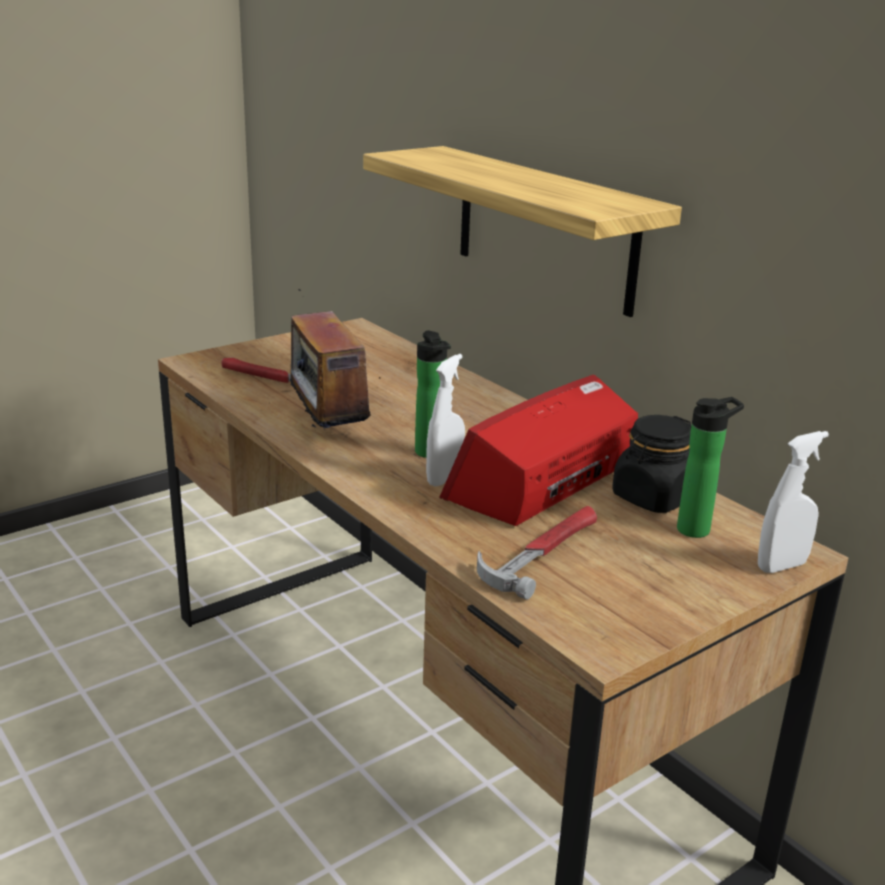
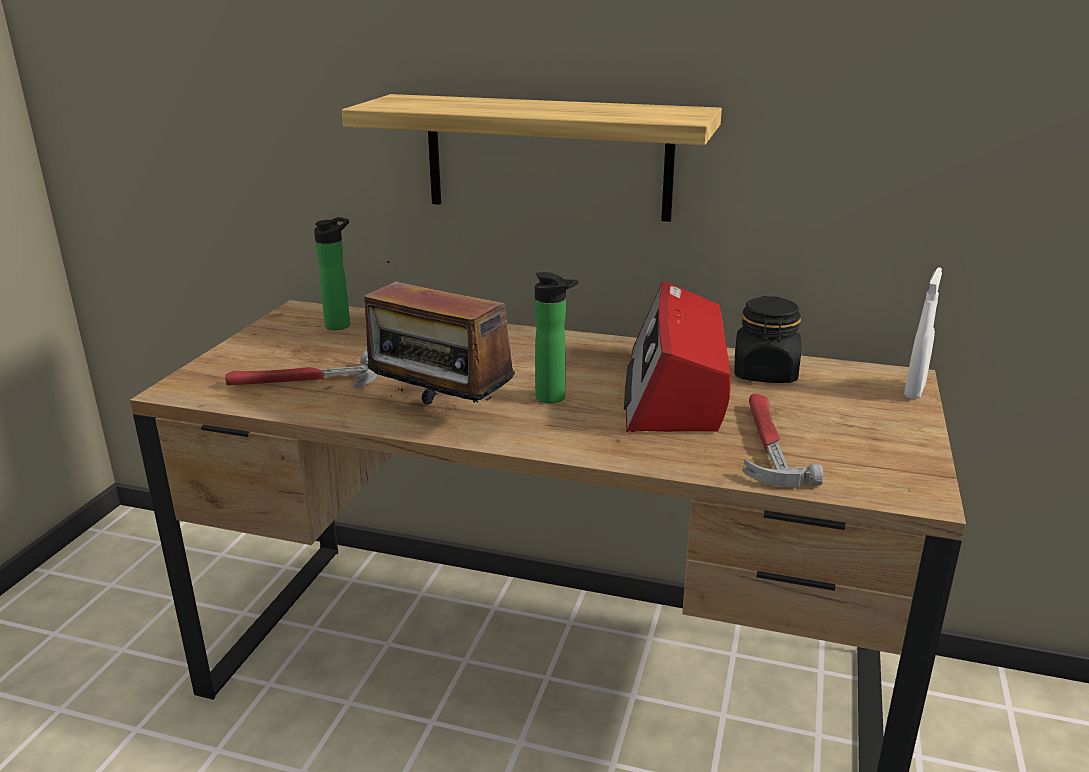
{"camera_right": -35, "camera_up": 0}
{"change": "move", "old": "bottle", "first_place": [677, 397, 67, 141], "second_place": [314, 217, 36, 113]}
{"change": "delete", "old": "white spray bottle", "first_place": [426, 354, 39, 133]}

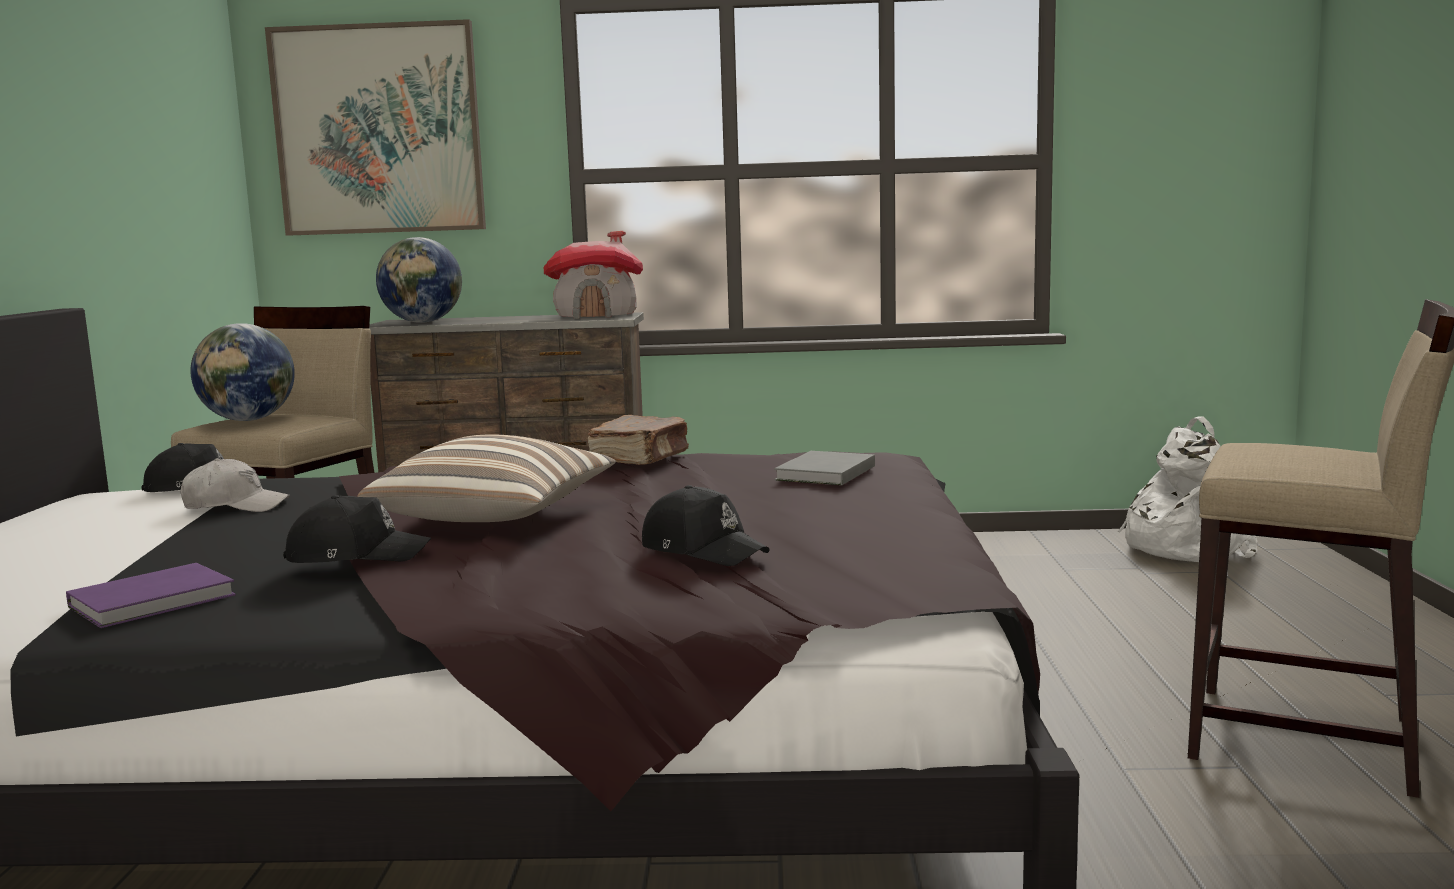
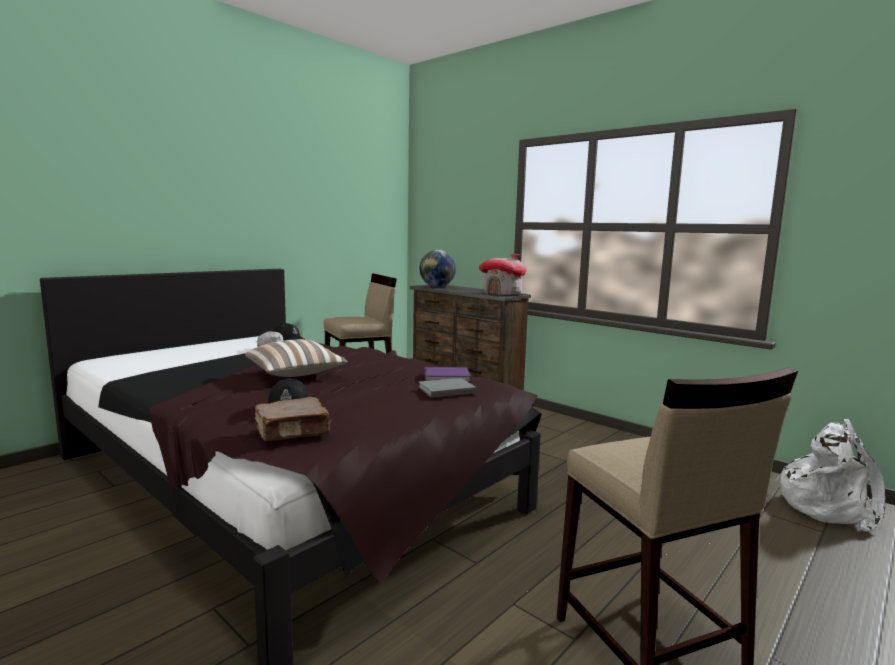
{"camera_right": 40, "camera_up": 0}
{"change": "move", "old": "brown book", "first_place": [588, 415, 101, 50], "second_place": [255, 397, 76, 44]}
{"change": "move", "old": "purple book", "first_place": [66, 563, 170, 65], "second_place": [424, 367, 47, 15]}
{"change": "delete", "old": "globe", "first_place": [190, 323, 105, 98]}
{"change": "delete", "old": "picture", "first_place": [265, 19, 221, 217]}
{"change": "delete", "old": "black cap", "first_place": [283, 495, 148, 68]}

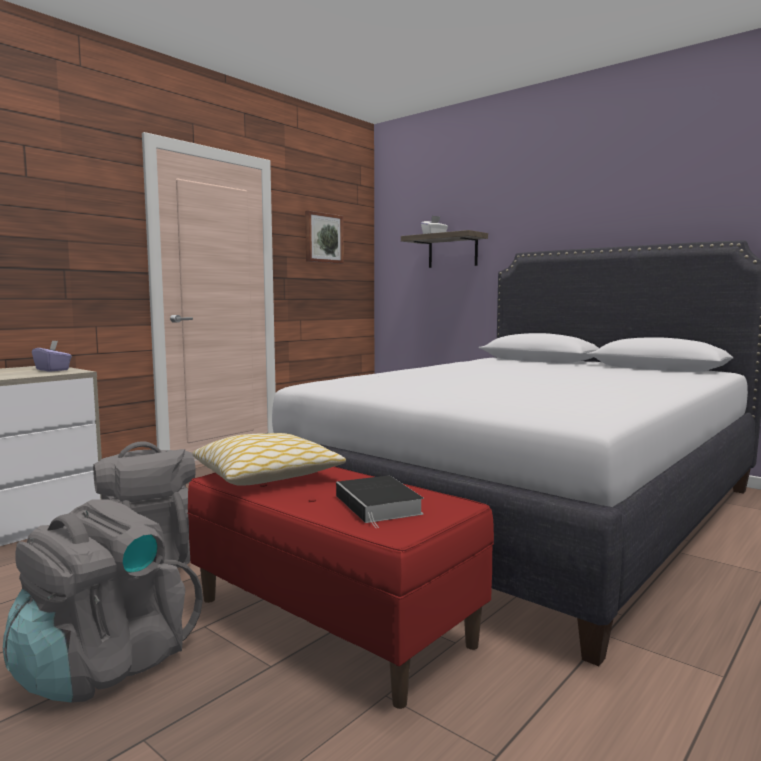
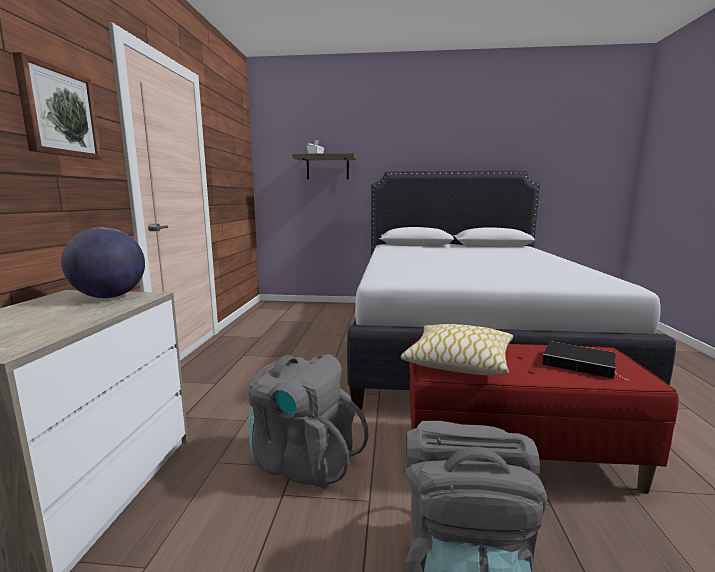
{"camera_right": -35, "camera_up": 5}
{"change": "move", "old": "picture", "first_place": [305, 211, 39, 53], "second_place": [13, 52, 89, 107]}
{"change": "replace", "old": "purple tissue box", "new": "globe", "first_place": [32, 340, 40, 32], "second_place": [61, 227, 84, 71]}

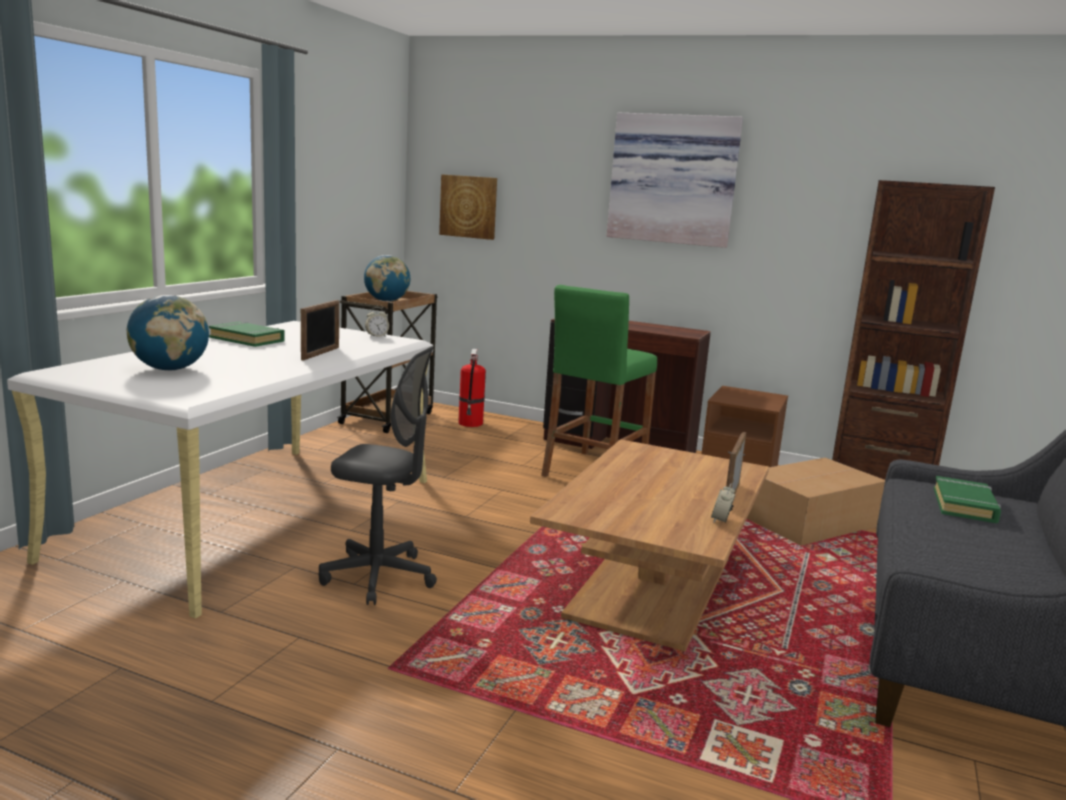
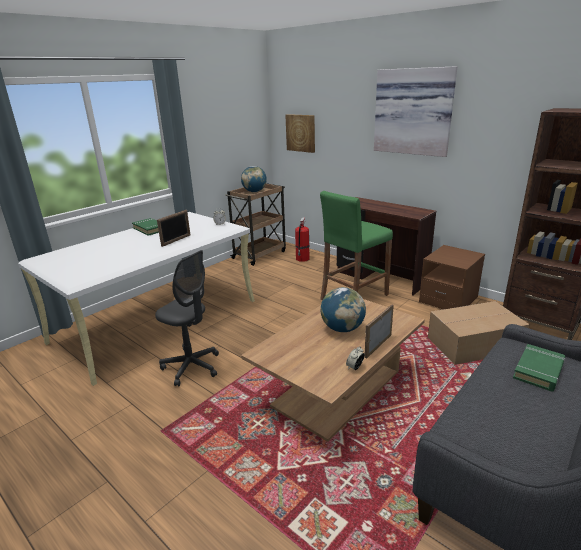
{"camera_right": 20, "camera_up": 10}
{"change": "move", "old": "globe", "first_place": [127, 295, 82, 76], "second_place": [321, 287, 45, 45]}

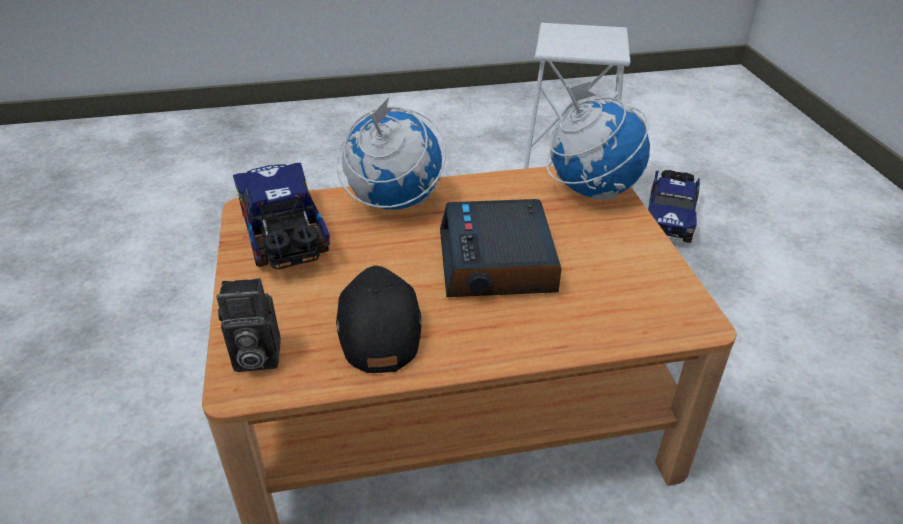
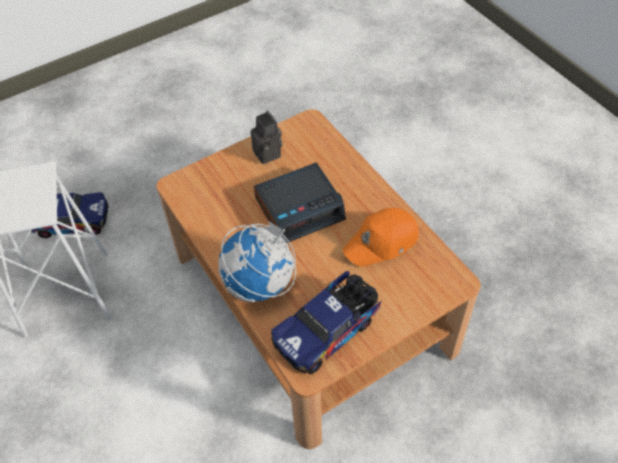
{"camera_right": -110, "camera_up": 15}
{"change": "move", "old": "photo camera", "first_place": [216, 278, 65, 94], "second_place": [251, 110, 32, 54]}
{"change": "recolor", "old": "black cap", "new": "orange cap", "first_place": [336, 265, 85, 108], "second_place": [343, 208, 76, 59]}
{"change": "delete", "old": "globe", "first_place": [546, 81, 104, 119]}

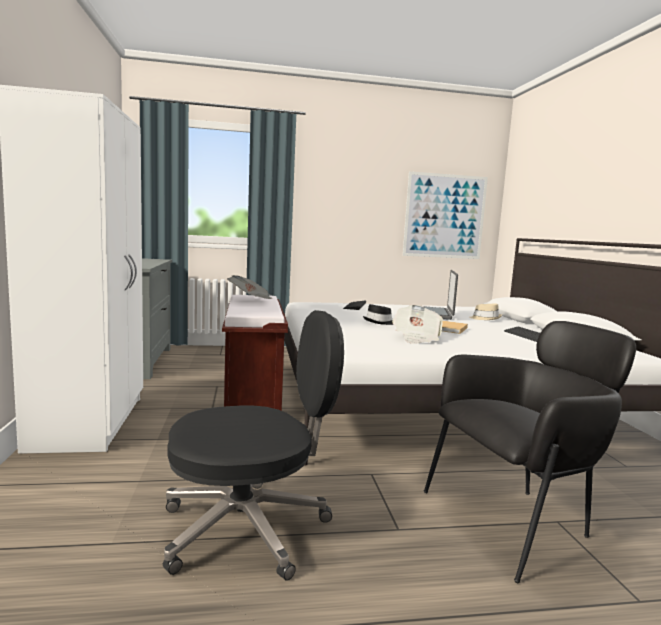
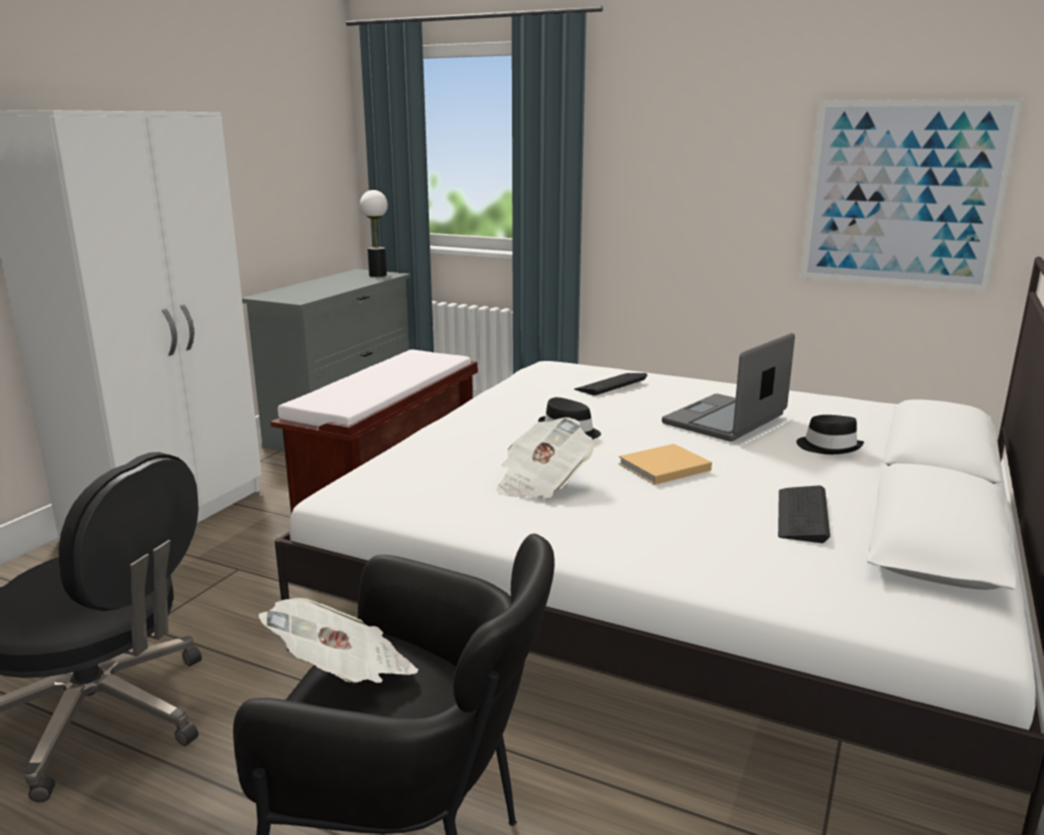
{"camera_right": 35, "camera_up": 10}
{"change": "move", "old": "newspaper", "first_place": [227, 275, 46, 24], "second_place": [258, 598, 160, 85]}
{"change": "insert", "new": "table lamp", "second_place": [360, 190, 28, 87]}
{"change": "recolor", "old": "beige hat", "new": "black hat", "first_place": [469, 304, 33, 16], "second_place": [796, 415, 68, 39]}

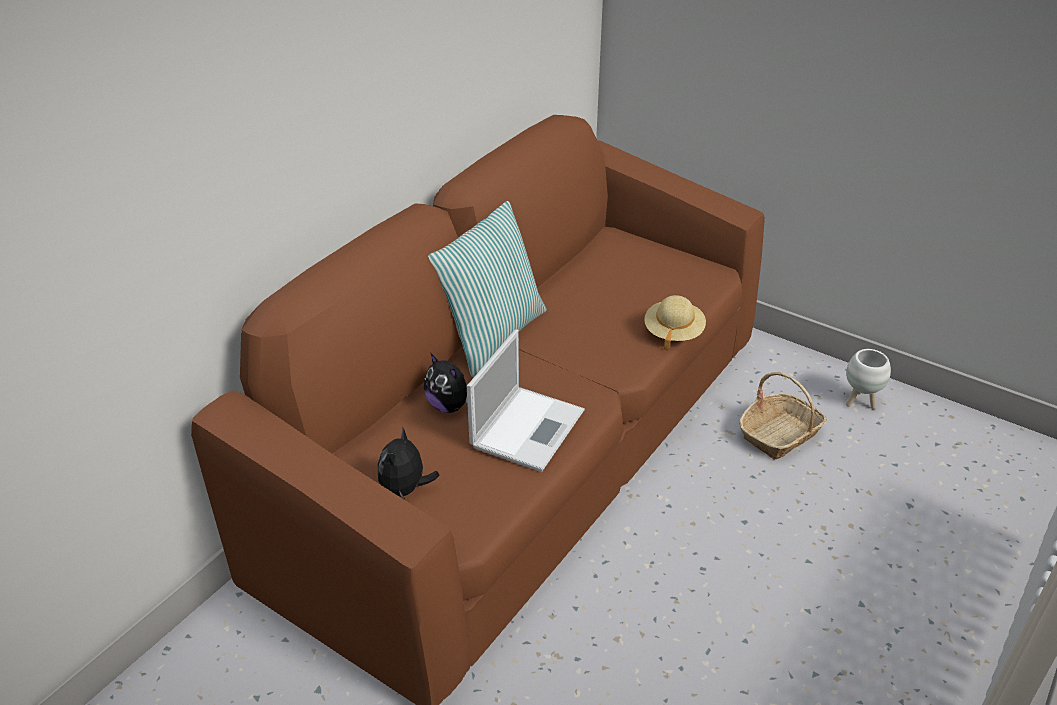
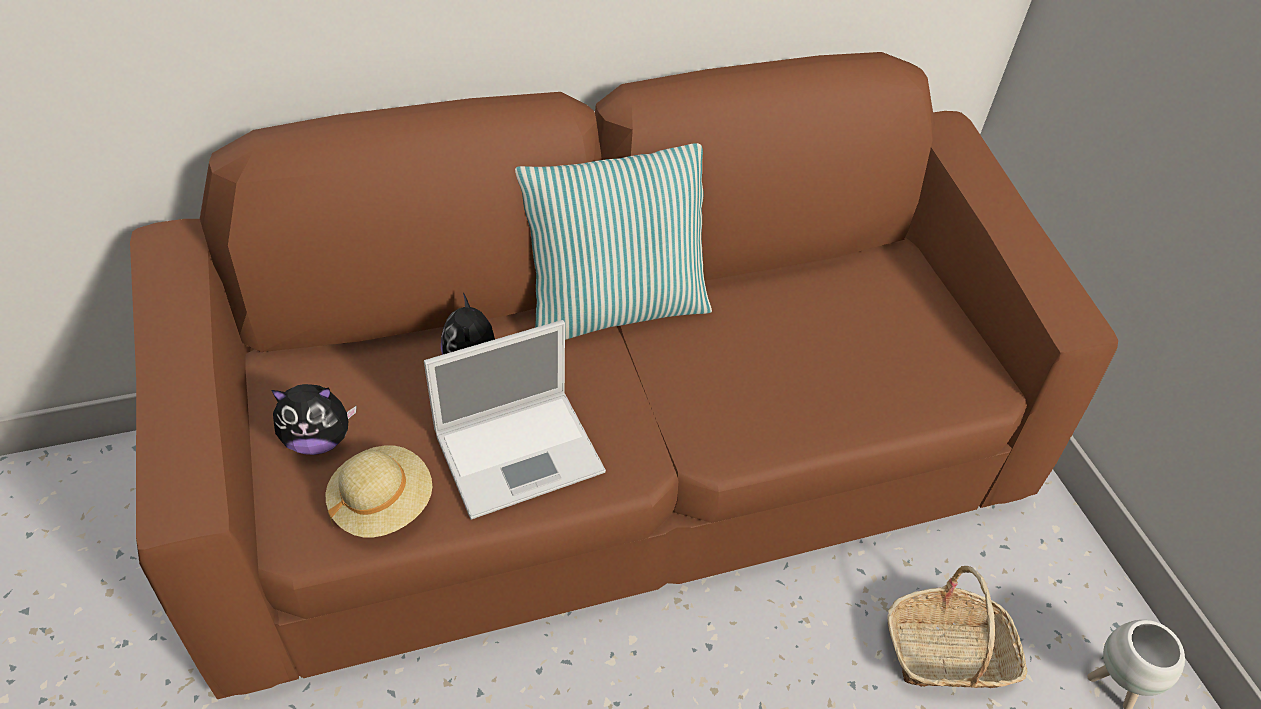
{"camera_right": 35, "camera_up": 10}
{"change": "rotate", "old": "plush toy", "first_place": [377, 427, 62, 73], "second_place": [271, 384, 86, 71], "degrees": -150}
{"change": "move", "old": "beige hat", "first_place": [645, 295, 61, 56], "second_place": [326, 445, 106, 92]}

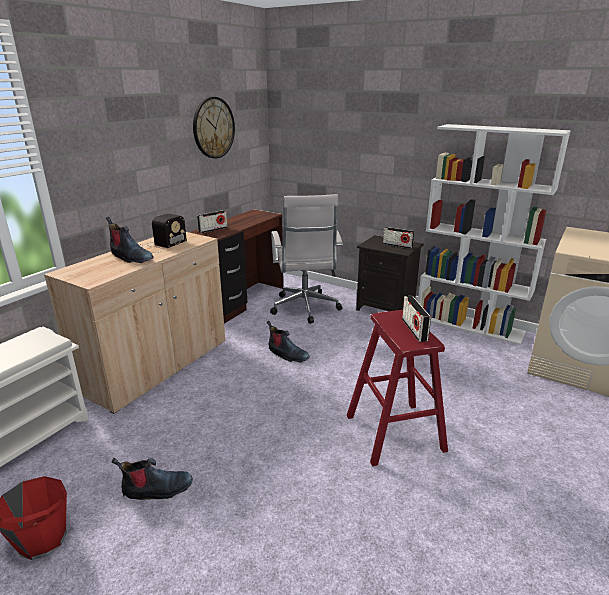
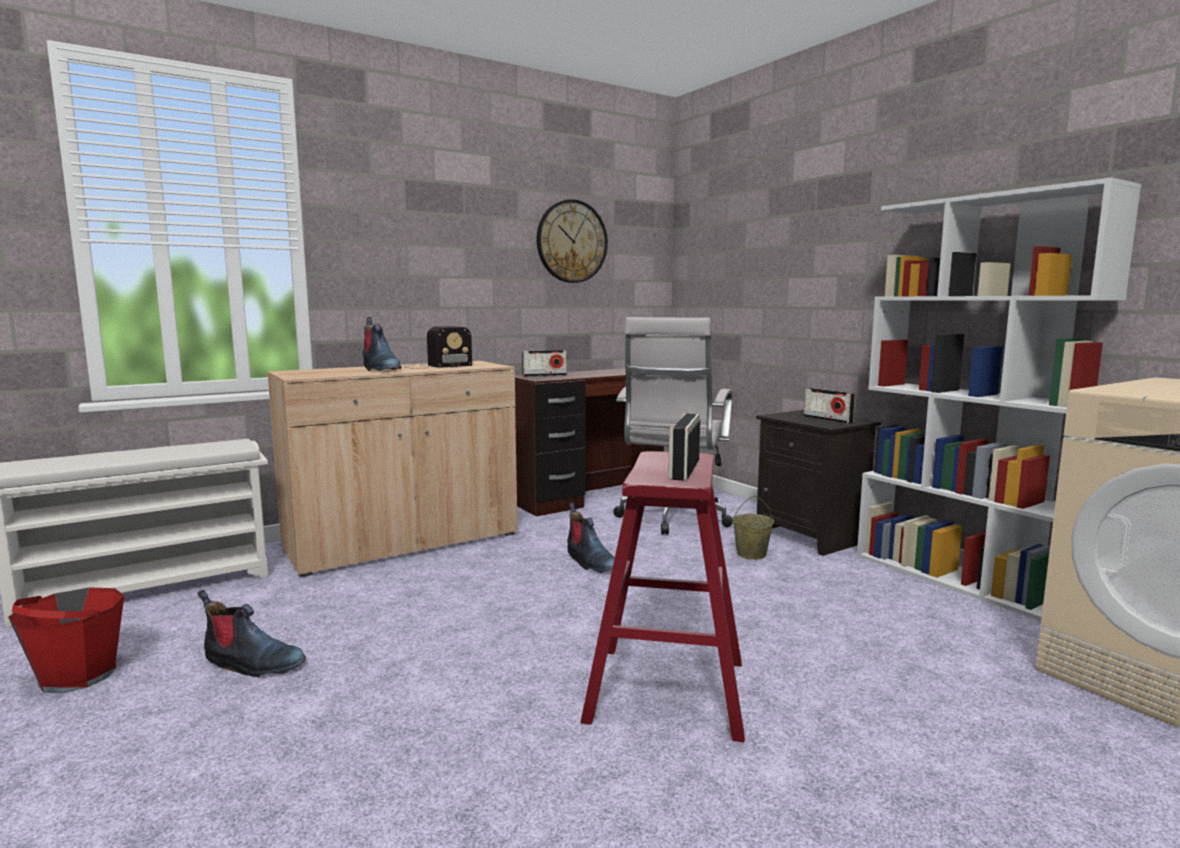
{"camera_right": 25, "camera_up": -15}
{"change": "insert", "new": "beige bucket", "second_place": [732, 496, 42, 64]}

